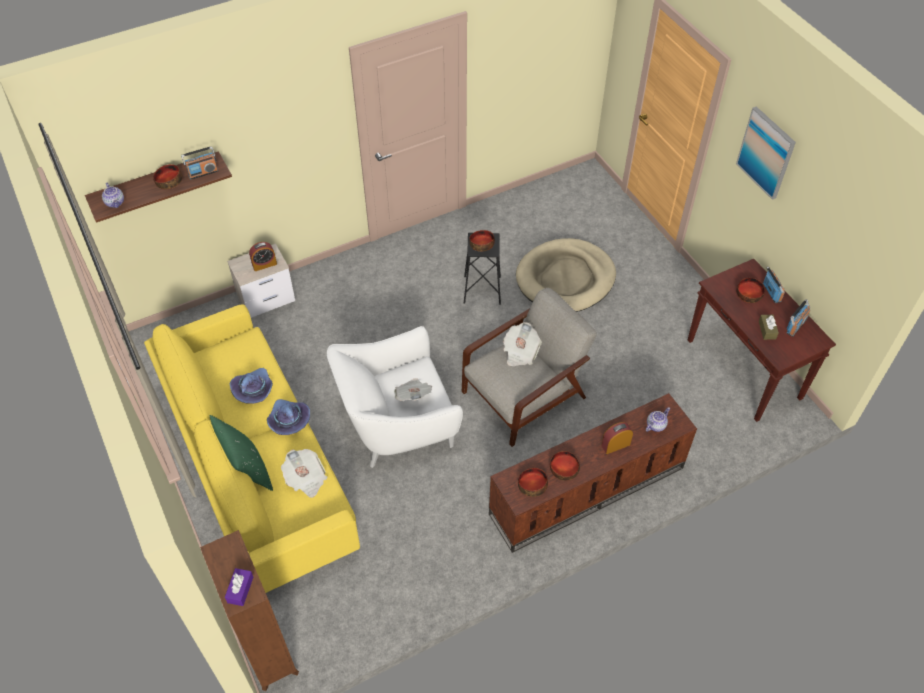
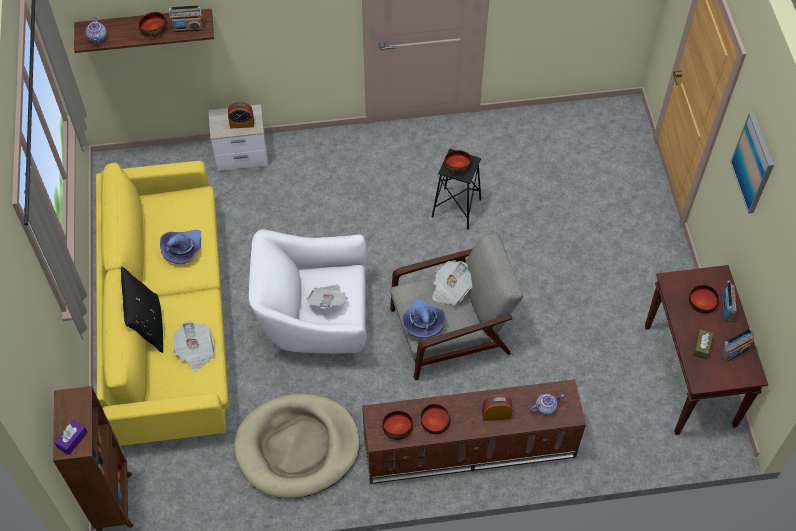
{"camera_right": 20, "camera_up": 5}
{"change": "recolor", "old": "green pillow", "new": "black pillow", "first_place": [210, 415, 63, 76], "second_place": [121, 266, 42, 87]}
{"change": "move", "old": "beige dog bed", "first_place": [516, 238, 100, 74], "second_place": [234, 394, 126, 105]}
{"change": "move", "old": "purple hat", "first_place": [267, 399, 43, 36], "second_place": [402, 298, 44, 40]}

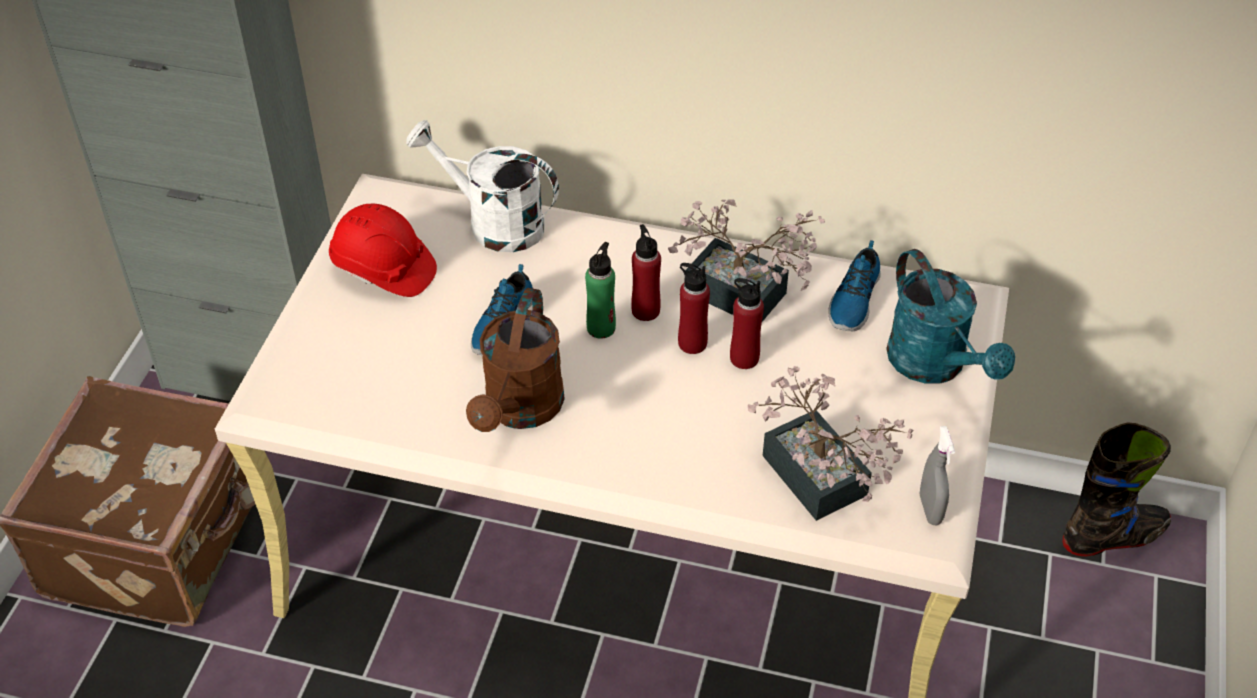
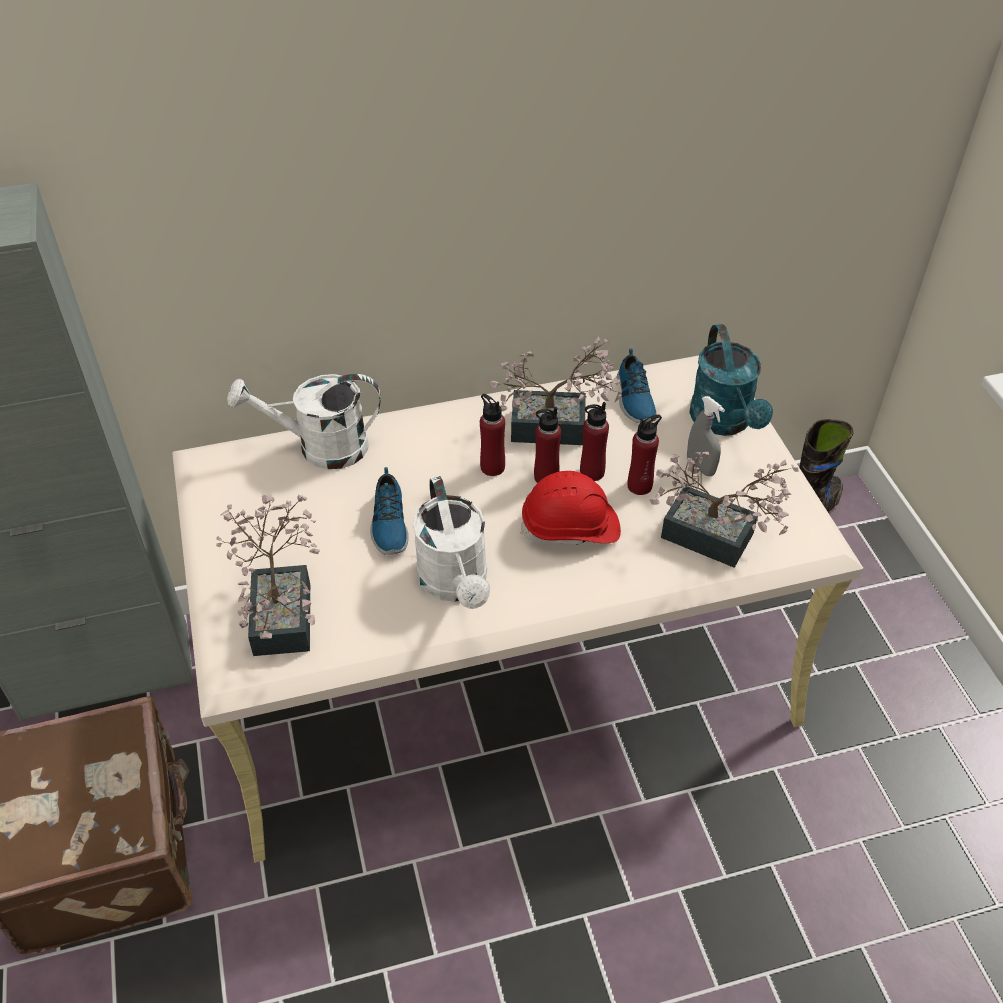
{"camera_right": -30, "camera_up": 0}
{"change": "insert", "new": "potted plant", "second_place": [216, 495, 104, 161]}
{"change": "recolor", "old": "brown watering can", "new": "white watering can", "first_place": [466, 288, 99, 144], "second_place": [413, 476, 77, 133]}
{"change": "move", "old": "red hard hat", "first_place": [329, 204, 108, 93], "second_place": [521, 471, 100, 74]}
{"change": "insert", "new": "red bottle", "second_place": [628, 415, 34, 80]}
{"change": "move", "old": "grey spray bottle", "first_place": [920, 426, 35, 99], "second_place": [687, 396, 38, 80]}
{"change": "rotate", "old": "turquoise watering can", "first_place": [886, 249, 129, 135], "second_place": [689, 324, 84, 112], "degrees": 45}
{"change": "delete", "old": "green bottle", "first_place": [585, 242, 31, 97]}

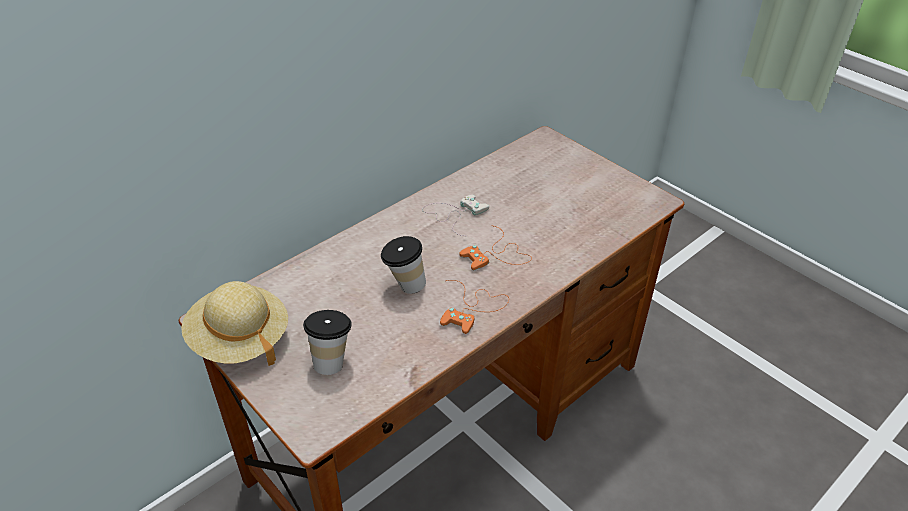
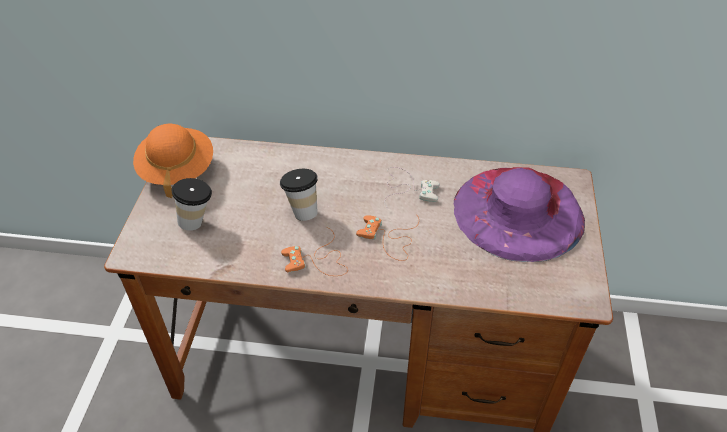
{"camera_right": 50, "camera_up": 5}
{"change": "recolor", "old": "beige hat", "new": "orange hat", "first_place": [181, 281, 107, 85], "second_place": [133, 124, 80, 74]}
{"change": "insert", "new": "purple hat", "second_place": [454, 167, 131, 95]}

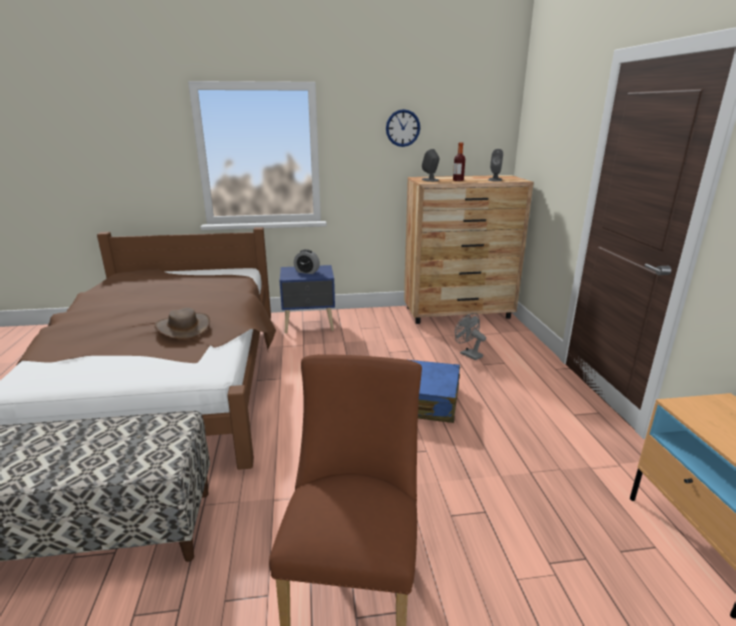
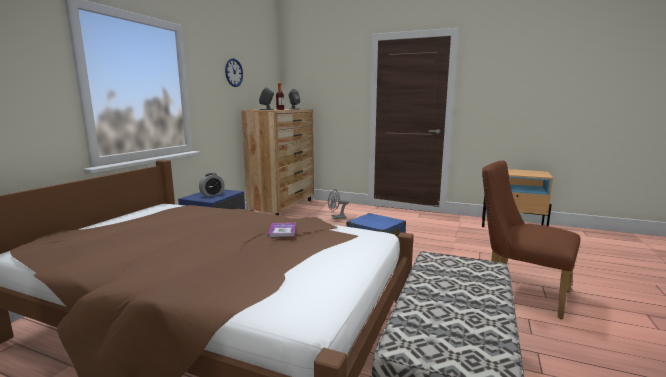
{"camera_right": -60, "camera_up": -10}
{"change": "replace", "old": "brown hat", "new": "book", "first_place": [154, 308, 56, 31], "second_place": [268, 222, 27, 15]}

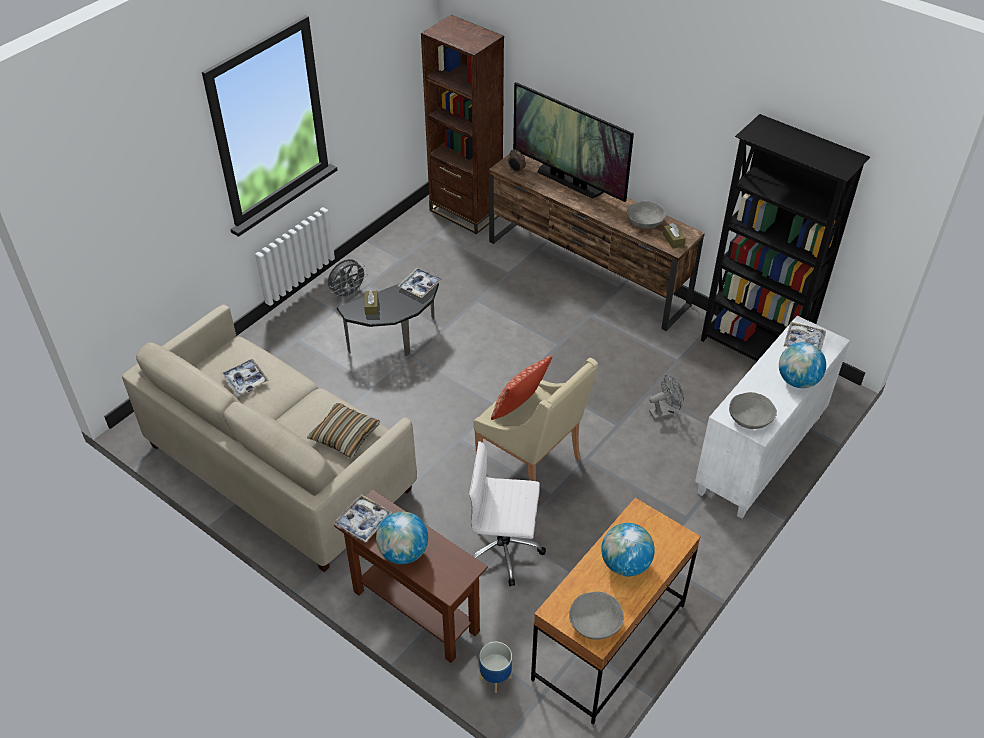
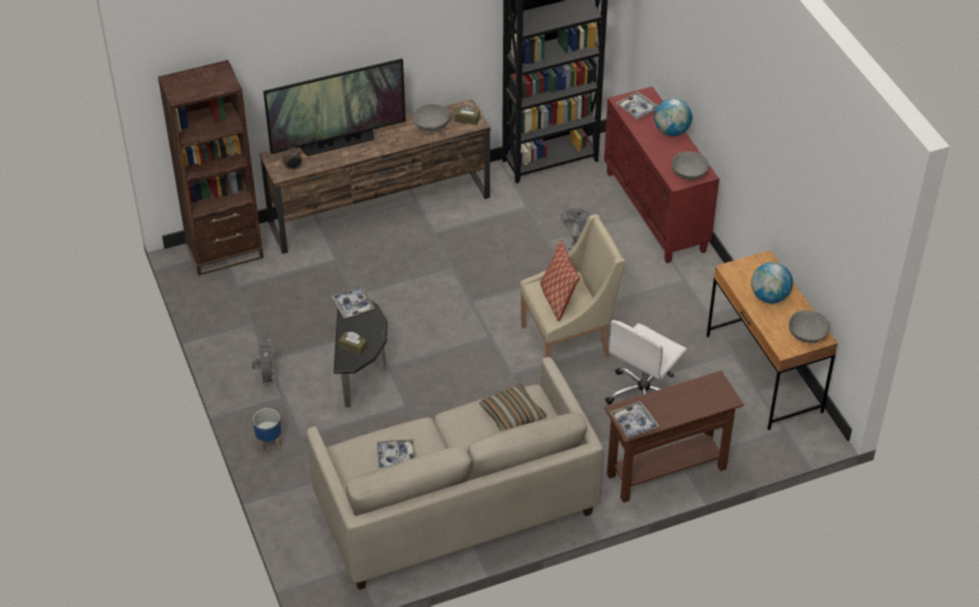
{"camera_right": -60, "camera_up": 0}
{"change": "move", "old": "planter", "first_place": [479, 642, 33, 51], "second_place": [253, 408, 28, 43]}
{"change": "recolor", "old": "white cabinet", "new": "red cabinet", "first_place": [695, 316, 155, 203], "second_place": [604, 86, 115, 177]}
{"change": "delete", "old": "globe", "first_place": [376, 512, 52, 52]}

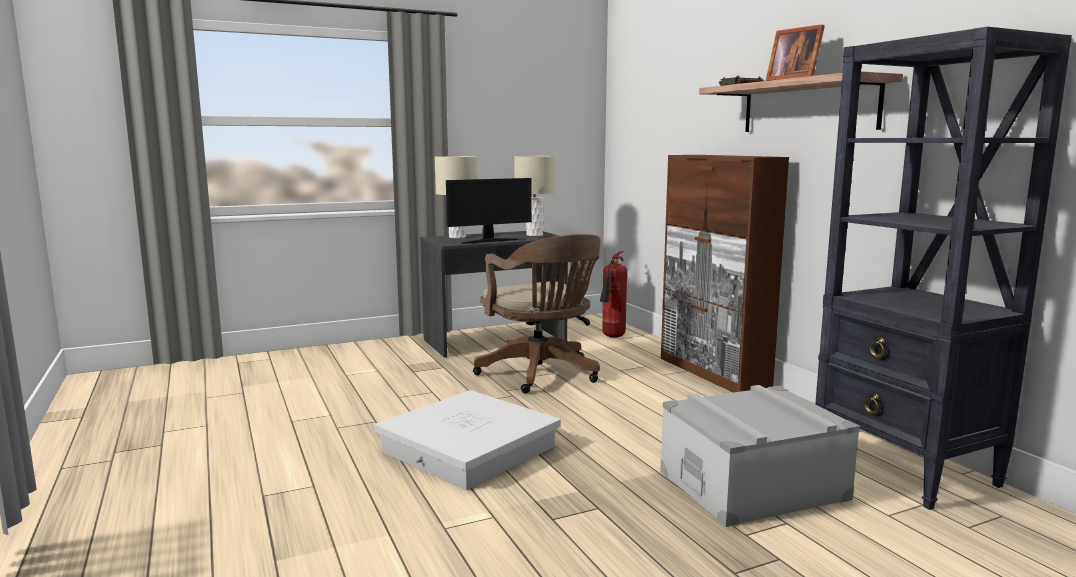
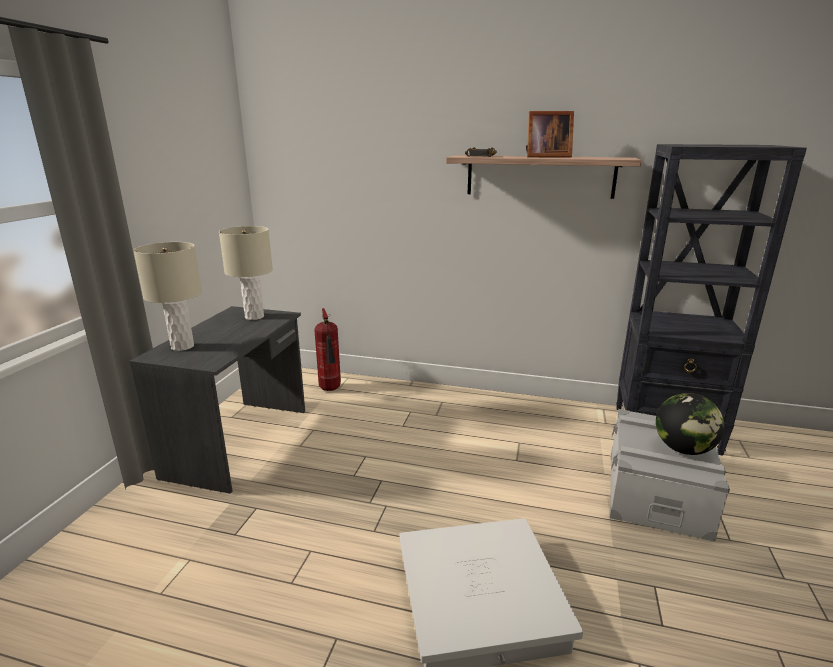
{"camera_right": -50, "camera_up": 10}
{"change": "insert", "new": "globe", "second_place": [656, 393, 69, 62]}
{"change": "delete", "old": "monitor", "first_place": [446, 178, 86, 66]}
{"change": "delete", "old": "brown office chair", "first_place": [473, 234, 128, 160]}
{"change": "delete", "old": "brown cabinet", "first_place": [661, 155, 128, 238]}

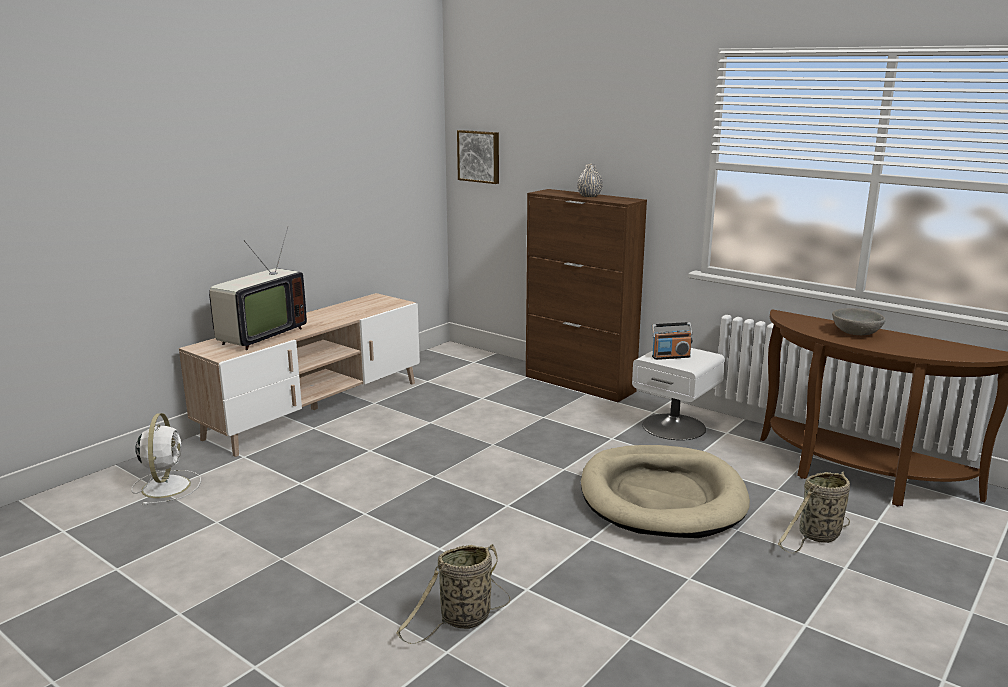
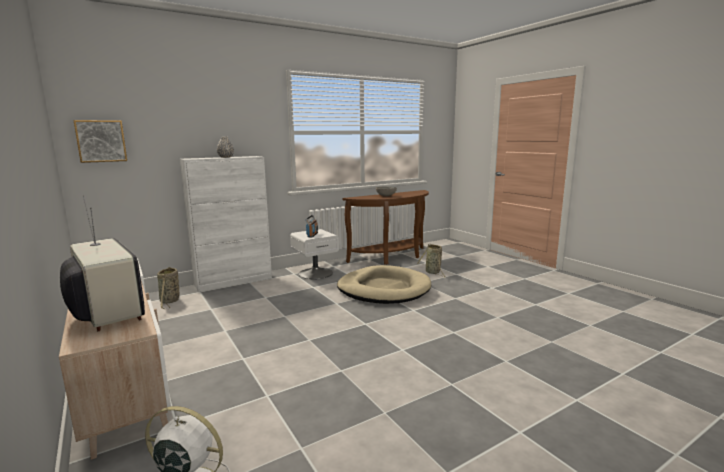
{"camera_right": -70, "camera_up": -5}
{"change": "move", "old": "basket", "first_place": [396, 544, 115, 100], "second_place": [157, 267, 22, 43]}
{"change": "recolor", "old": "brown cabinet", "new": "white cabinet", "first_place": [526, 189, 121, 213], "second_place": [180, 156, 92, 136]}

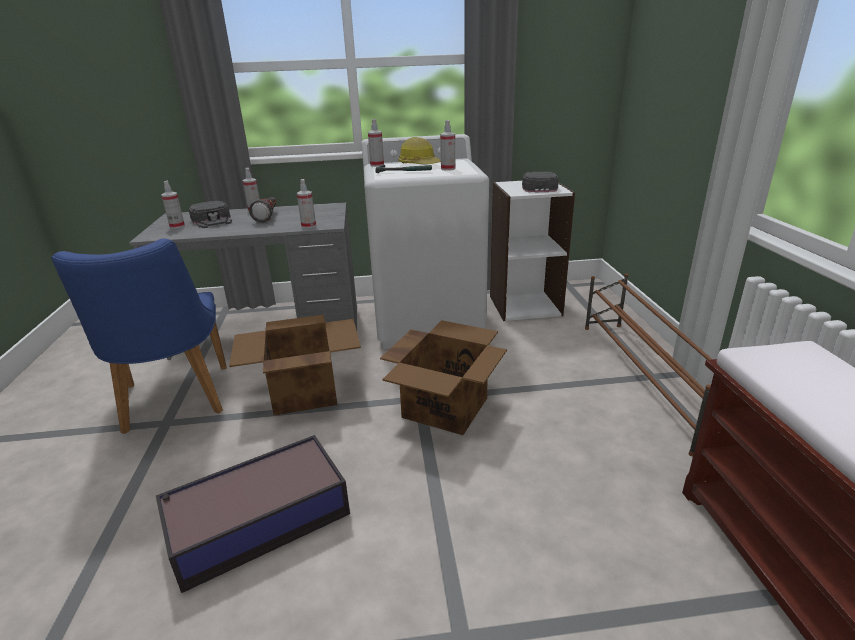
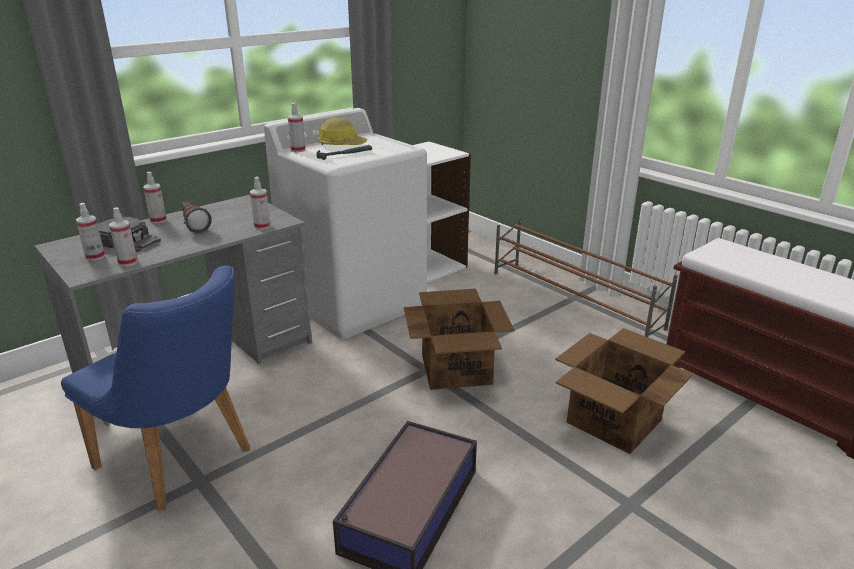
{"camera_right": -35, "camera_up": 0}
{"change": "move", "old": "spray bottle", "first_place": [440, 120, 15, 51], "second_place": [109, 207, 29, 59]}
{"change": "move", "old": "cardboard box", "first_place": [229, 315, 132, 100], "second_place": [555, 328, 138, 126]}
{"change": "delete", "old": "black cap", "first_place": [522, 172, 37, 20]}

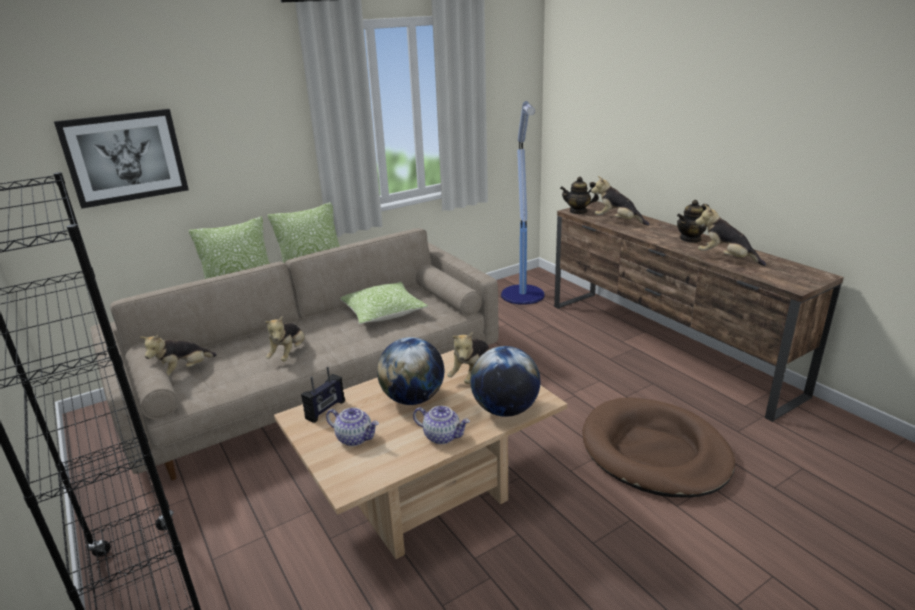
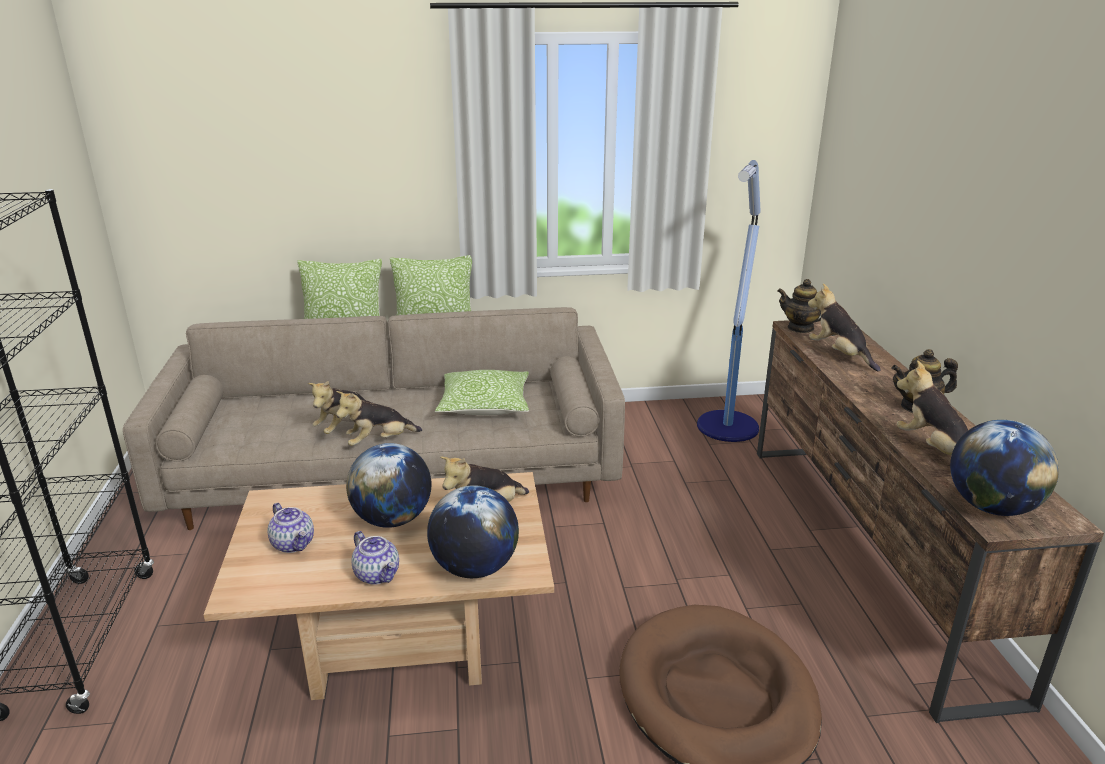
{"camera_right": 25, "camera_up": 0}
{"change": "move", "old": "plush toy", "first_place": [140, 335, 77, 42], "second_place": [336, 391, 86, 55]}
{"change": "insert", "new": "globe", "second_place": [950, 420, 109, 96]}
{"change": "delete", "old": "picture", "first_place": [54, 109, 135, 100]}
{"change": "delete", "old": "radio", "first_place": [301, 367, 44, 56]}

